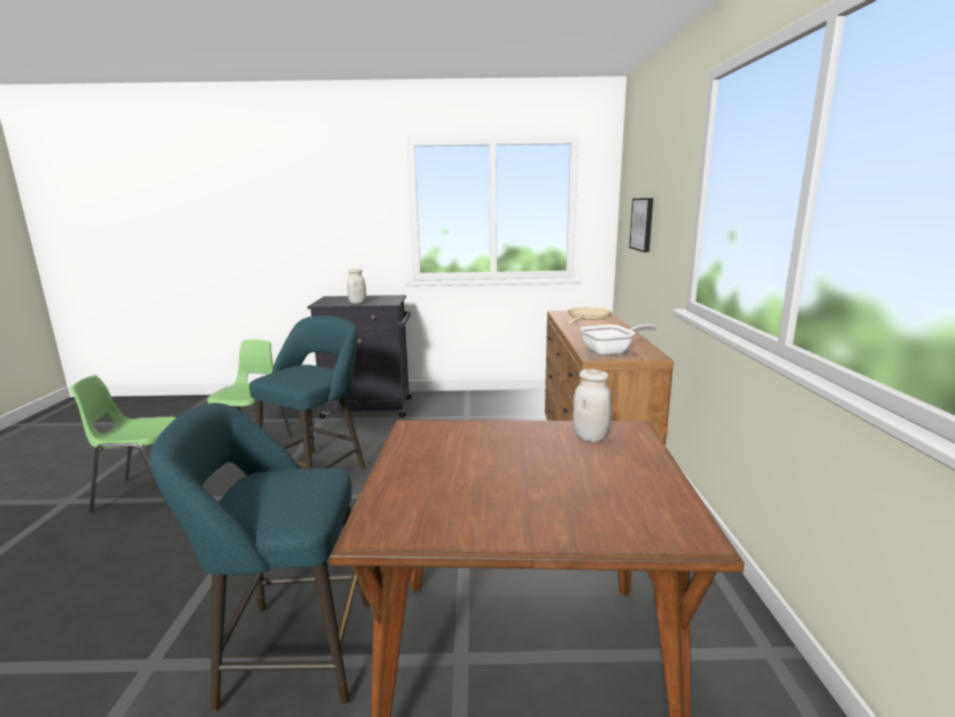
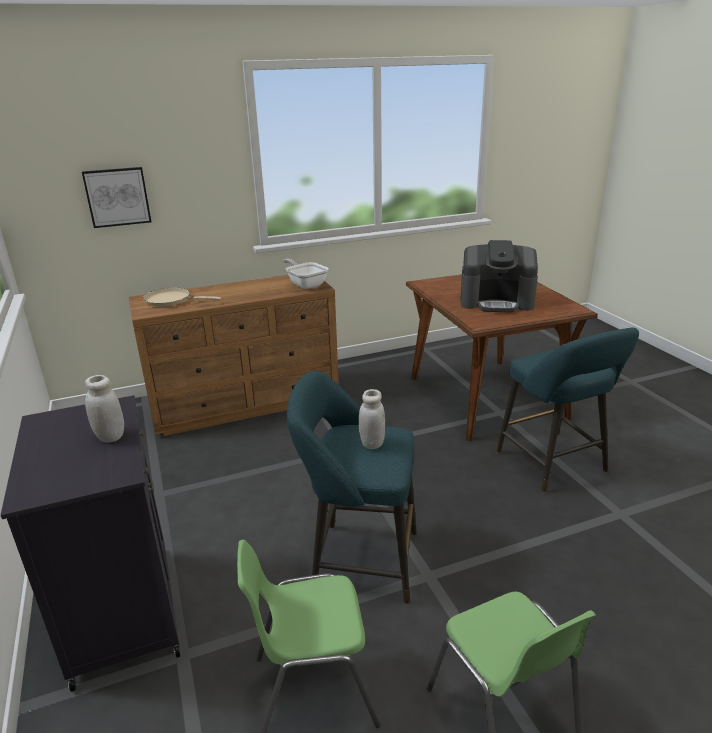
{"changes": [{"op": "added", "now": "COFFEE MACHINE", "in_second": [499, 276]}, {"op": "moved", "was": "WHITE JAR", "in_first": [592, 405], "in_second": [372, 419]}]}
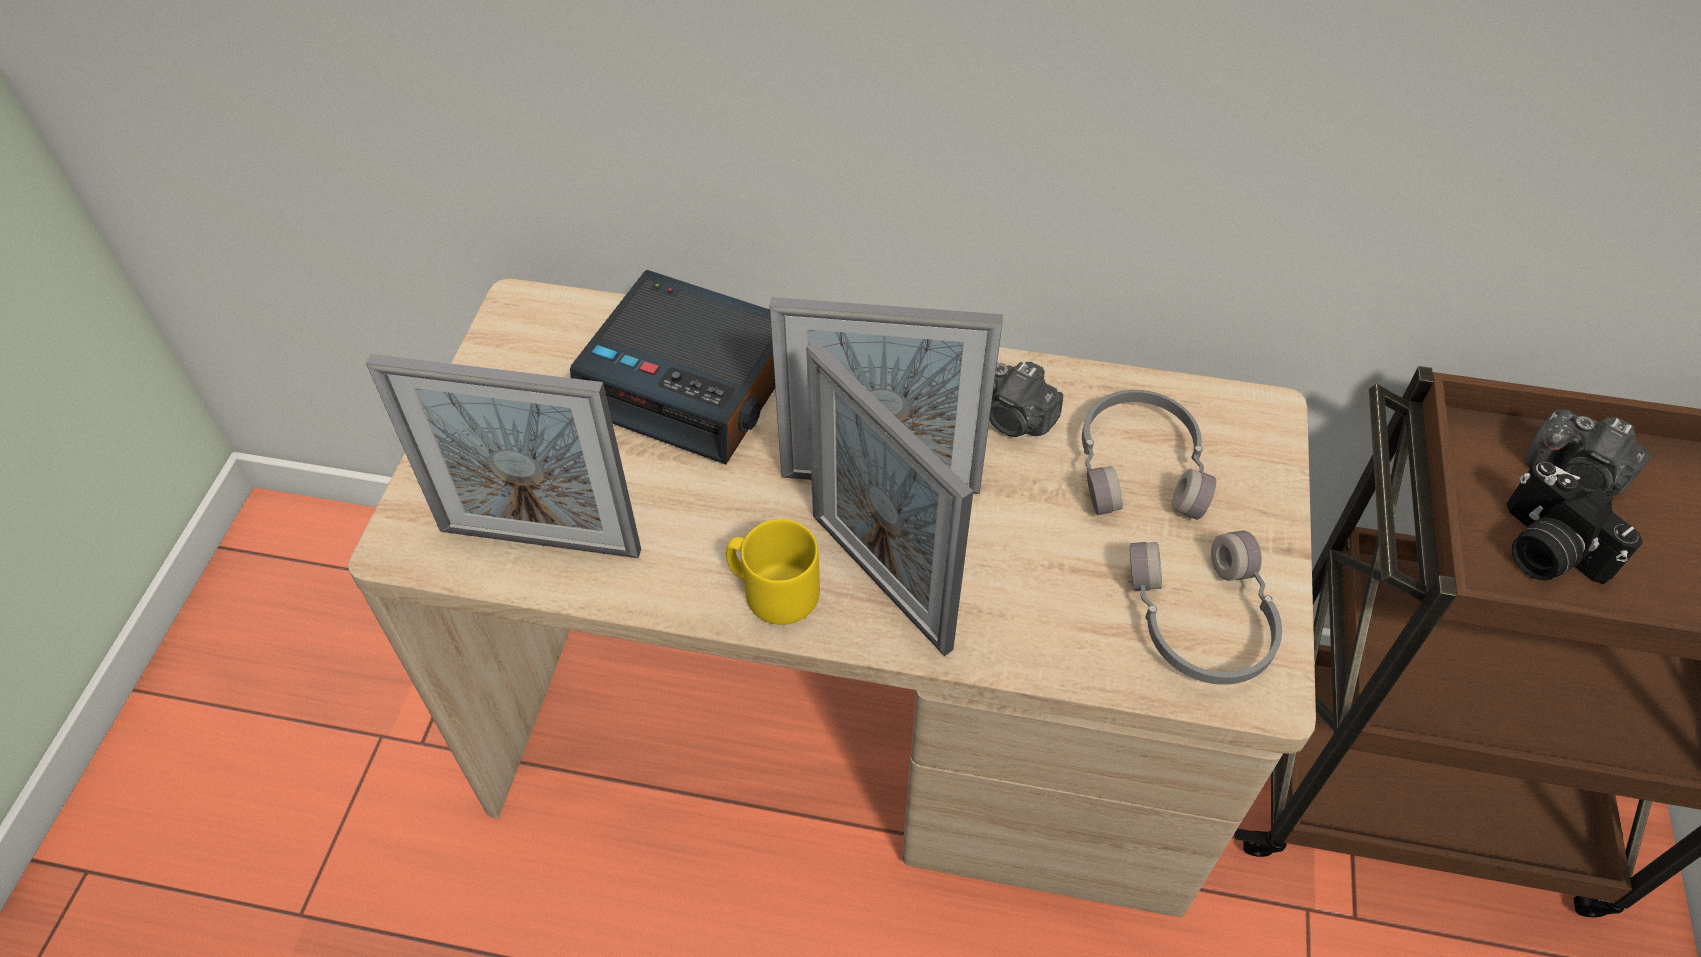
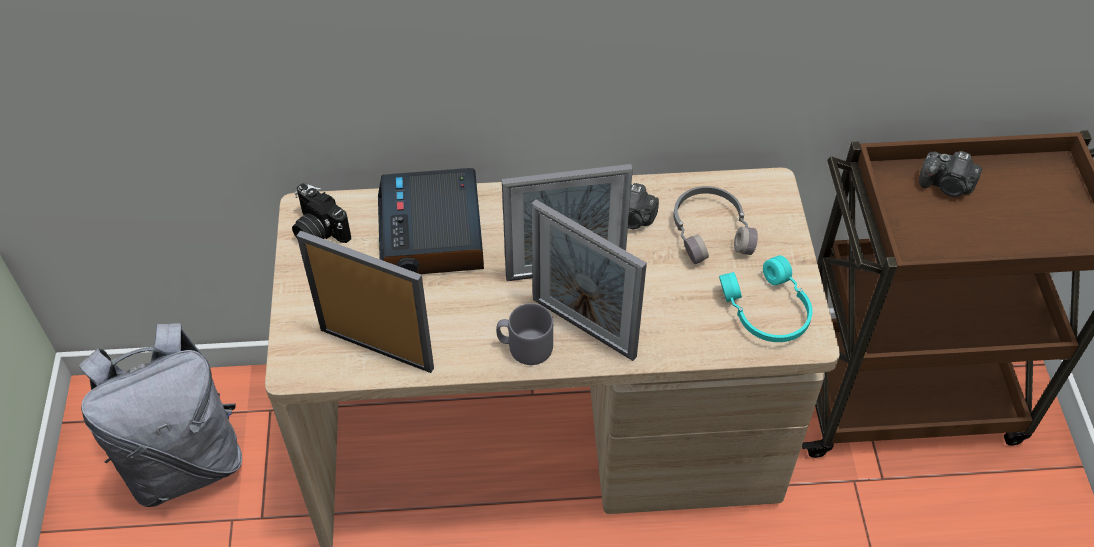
{"changes": [{"op": "added", "now": "GREY KNAPSACK", "in_second": [160, 415]}, {"op": "moved", "was": "STILL CAMERA", "in_first": [1574, 522], "in_second": [321, 213]}, {"op": "recoloured", "was": "YELLOWISH MUG", "now": "GREY MUG", "in_first": [773, 572], "in_second": [524, 334]}, {"op": "recoloured", "was": "GREY PAIR OF HEADPHONES", "now": "BLUE-GREEN PAIR OF HEADPHONES", "in_first": [1206, 608], "in_second": [765, 298]}, {"op": "turned", "was": "STANDING FRAME", "in_first": [503, 456], "in_second": [365, 302], "clockwise": -150}, {"op": "turned", "was": "TABLE CLOCK", "in_first": [672, 367], "in_second": [431, 221], "clockwise": 75}]}
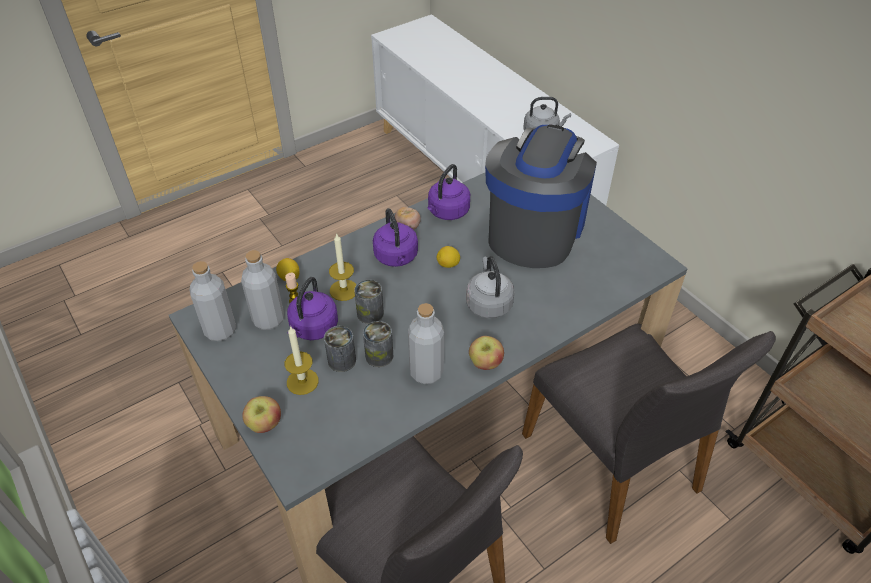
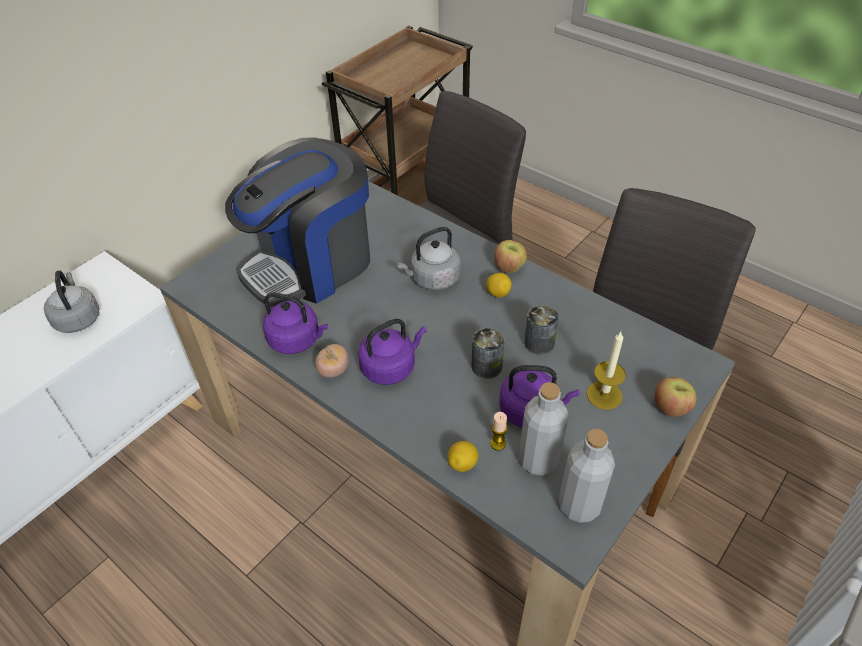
{"changes": [{"op": "removed", "was": "CAN", "in_first": [340, 349]}, {"op": "removed", "was": "CANDLE", "in_first": [342, 267]}, {"op": "removed", "was": "GREY DRINK BOTTLE", "in_first": [426, 343]}, {"op": "moved", "was": "LEMON", "in_first": [448, 257], "in_second": [499, 285]}, {"op": "turned", "was": "COFFEE MACHINE", "in_first": [541, 196], "in_second": [297, 221], "clockwise": -45}]}
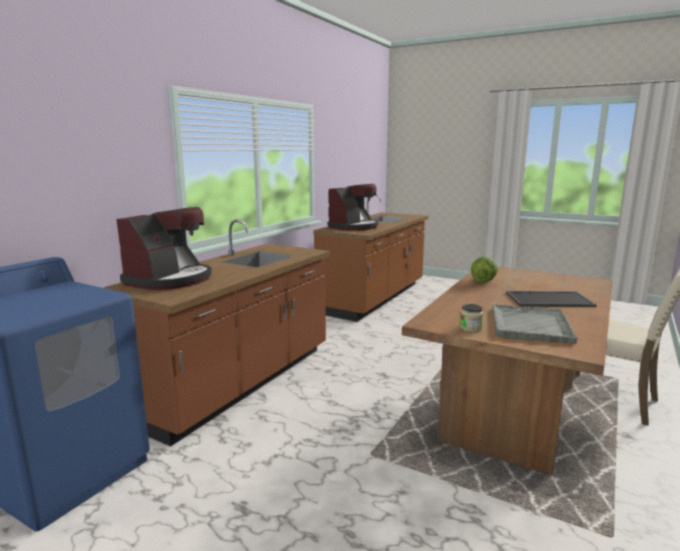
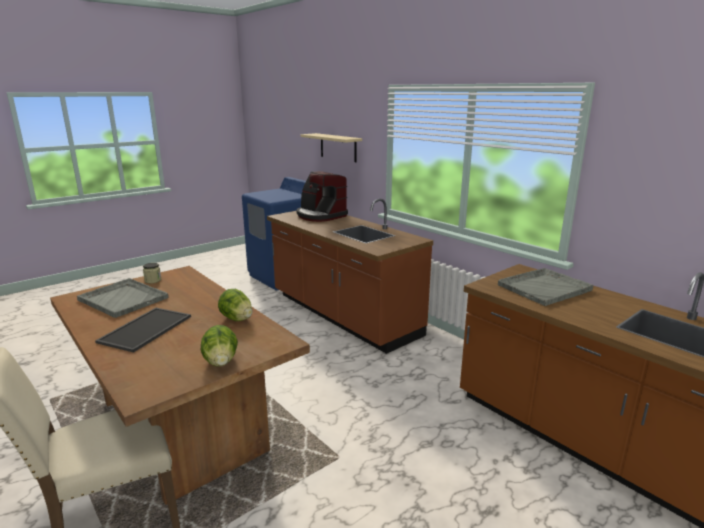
{"changes": [{"op": "added", "now": "LETTUCE", "in_second": [219, 345]}, {"op": "added", "now": "SAND-COLOURED WALL SHELF", "in_second": [331, 147]}, {"op": "replaced", "was": "COFFEE MACHINE", "now": "GREY CARRYING TRAY", "in_first": [352, 207], "in_second": [545, 287]}]}
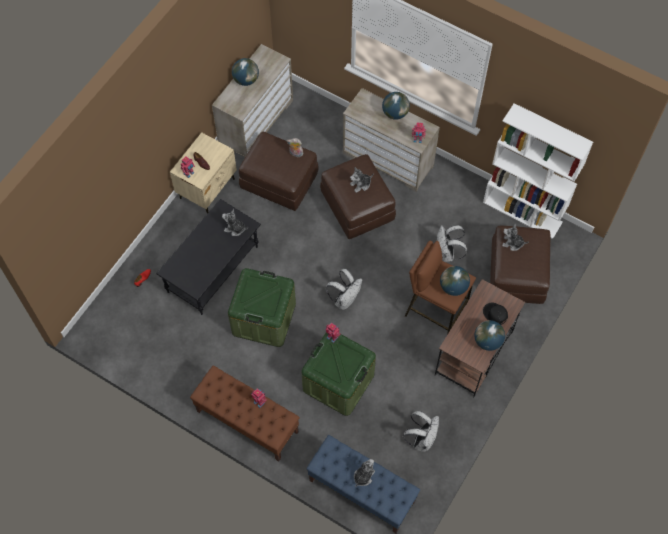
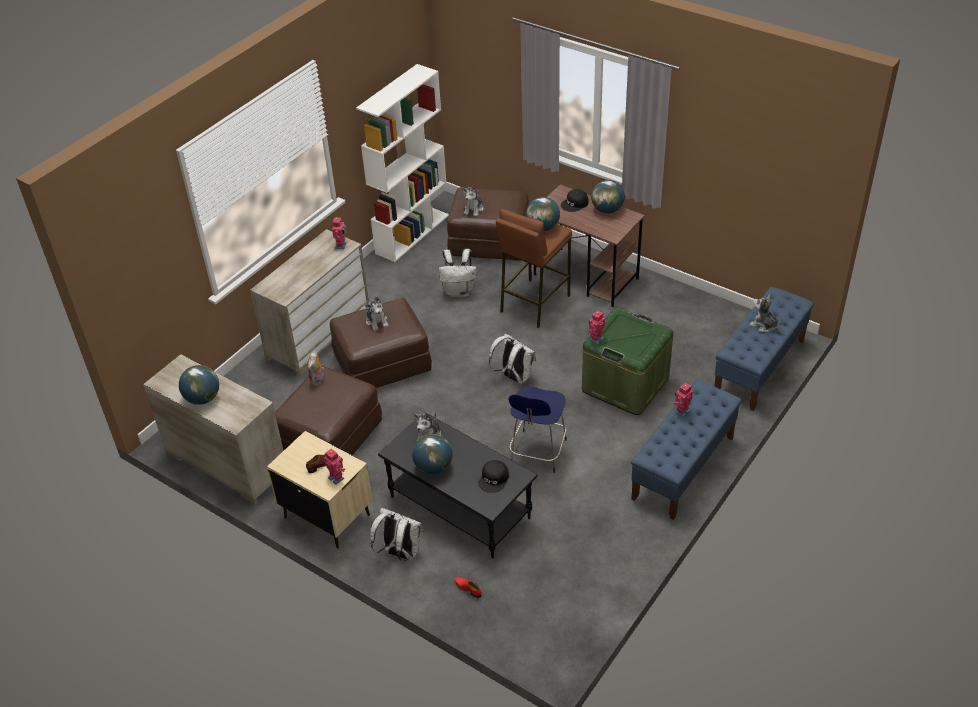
{"changes": [{"op": "added", "now": "BLACK CAP", "in_second": [494, 476]}, {"op": "moved", "was": "DESK GLOBE", "in_first": [396, 106], "in_second": [432, 454]}, {"op": "moved", "was": "WHITE KNAPSACK", "in_first": [421, 431], "in_second": [397, 535]}, {"op": "replaced", "was": "GREEN STORAGE CONTAINER", "now": "BLUE-COLOURED STOOL", "in_first": [262, 307], "in_second": [538, 429]}, {"op": "recoloured", "was": "BROWN-COLOURED INDOOR BENCH", "now": "BLUE-COLOURED INDOOR BENCH", "in_first": [245, 414], "in_second": [686, 450]}]}
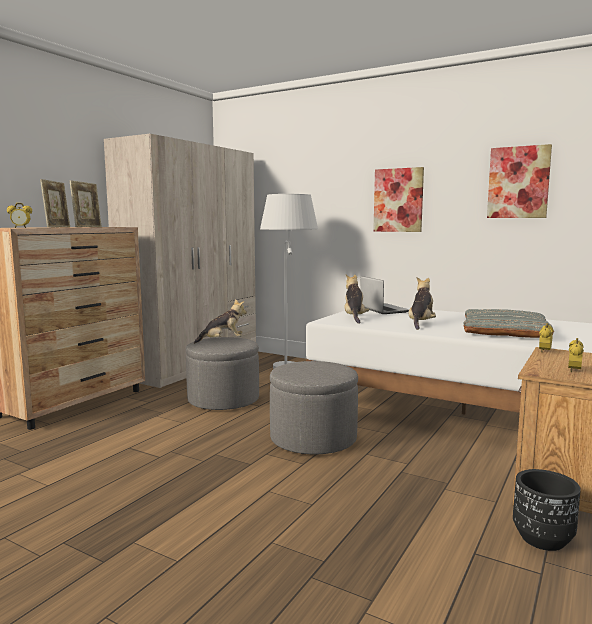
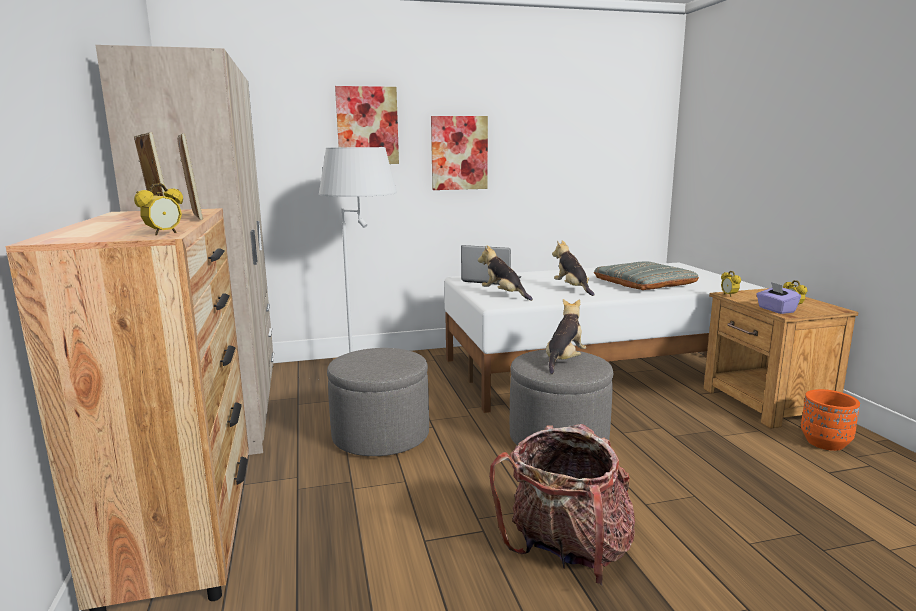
{"changes": [{"op": "added", "now": "KNAPSACK", "in_second": [562, 504]}, {"op": "added", "now": "PURPLE-COLOURED BOX OF TISSUES", "in_second": [778, 298]}, {"op": "moved", "was": "SOFT TOY", "in_first": [220, 321], "in_second": [566, 336]}, {"op": "moved", "was": "WALL ART", "in_first": [519, 181], "in_second": [367, 125]}, {"op": "recoloured", "was": "BLACK FLOWER POT", "now": "ORANGE-COLOURED FLOWER POT", "in_first": [547, 510], "in_second": [830, 420]}]}
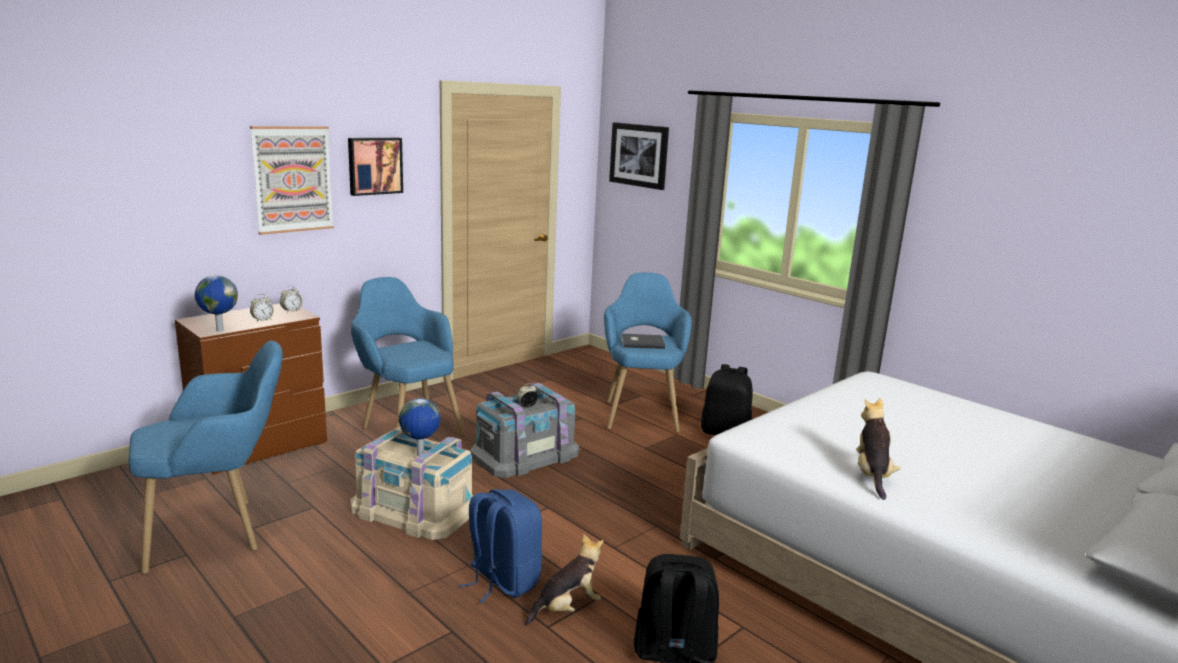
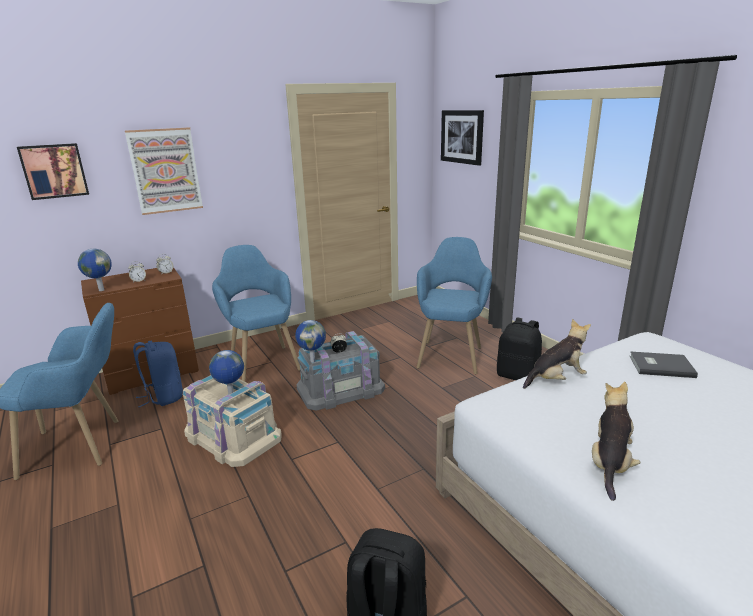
{"changes": [{"op": "added", "now": "DESK GLOBE", "in_second": [310, 341]}, {"op": "moved", "was": "WALL ART", "in_first": [375, 167], "in_second": [53, 171]}, {"op": "moved", "was": "BLUE-COLOURED KNAPSACK", "in_first": [500, 546], "in_second": [158, 374]}, {"op": "moved", "was": "SOFT TOY", "in_first": [564, 580], "in_second": [557, 354]}, {"op": "moved", "was": "GREY BOOK", "in_first": [643, 341], "in_second": [664, 364]}]}
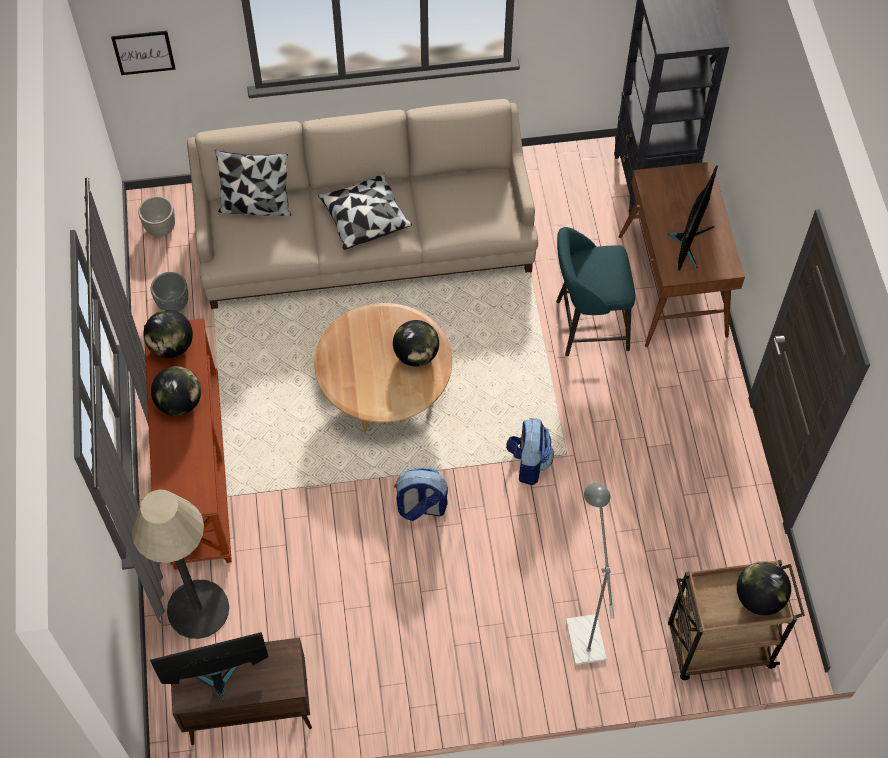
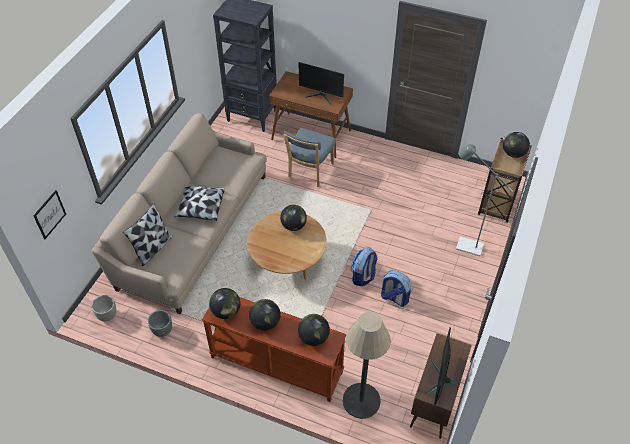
{"changes": [{"op": "added", "now": "DESK GLOBE", "in_second": [314, 330]}, {"op": "moved", "was": "KNAPSACK", "in_first": [530, 451], "in_second": [396, 288]}, {"op": "replaced", "was": "BLUE-GREEN STOOL", "now": "BLUE-COLOURED UPRIGHT CHAIR", "in_first": [595, 291], "in_second": [310, 157]}, {"op": "turned", "was": "COMPUTER SCREEN", "in_first": [693, 218], "in_second": [321, 83], "clockwise": 150}]}
